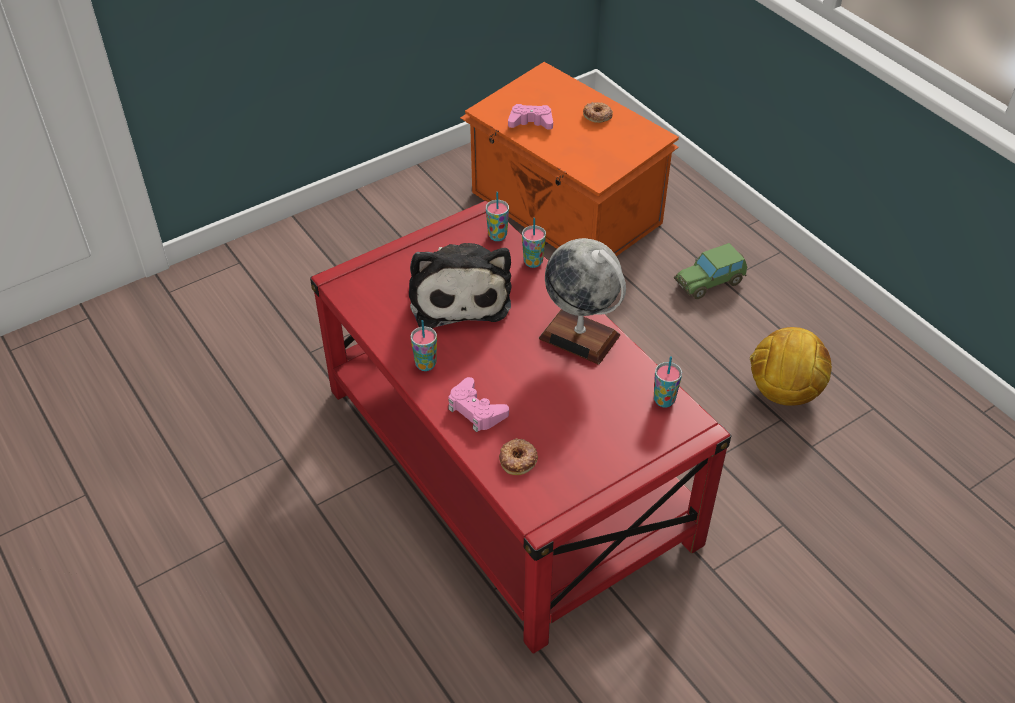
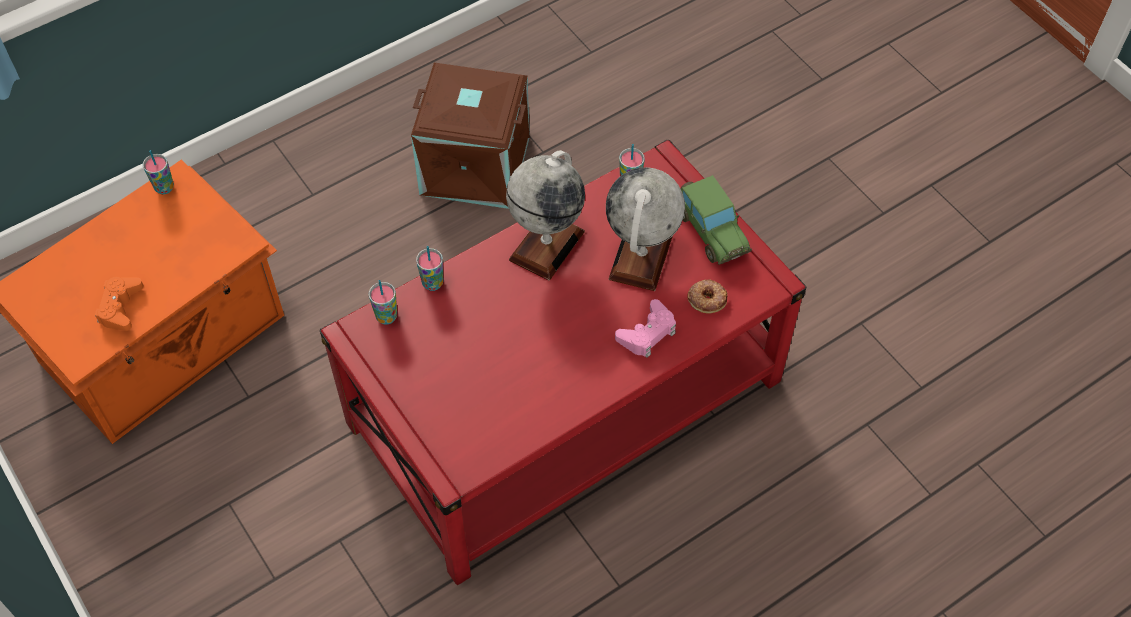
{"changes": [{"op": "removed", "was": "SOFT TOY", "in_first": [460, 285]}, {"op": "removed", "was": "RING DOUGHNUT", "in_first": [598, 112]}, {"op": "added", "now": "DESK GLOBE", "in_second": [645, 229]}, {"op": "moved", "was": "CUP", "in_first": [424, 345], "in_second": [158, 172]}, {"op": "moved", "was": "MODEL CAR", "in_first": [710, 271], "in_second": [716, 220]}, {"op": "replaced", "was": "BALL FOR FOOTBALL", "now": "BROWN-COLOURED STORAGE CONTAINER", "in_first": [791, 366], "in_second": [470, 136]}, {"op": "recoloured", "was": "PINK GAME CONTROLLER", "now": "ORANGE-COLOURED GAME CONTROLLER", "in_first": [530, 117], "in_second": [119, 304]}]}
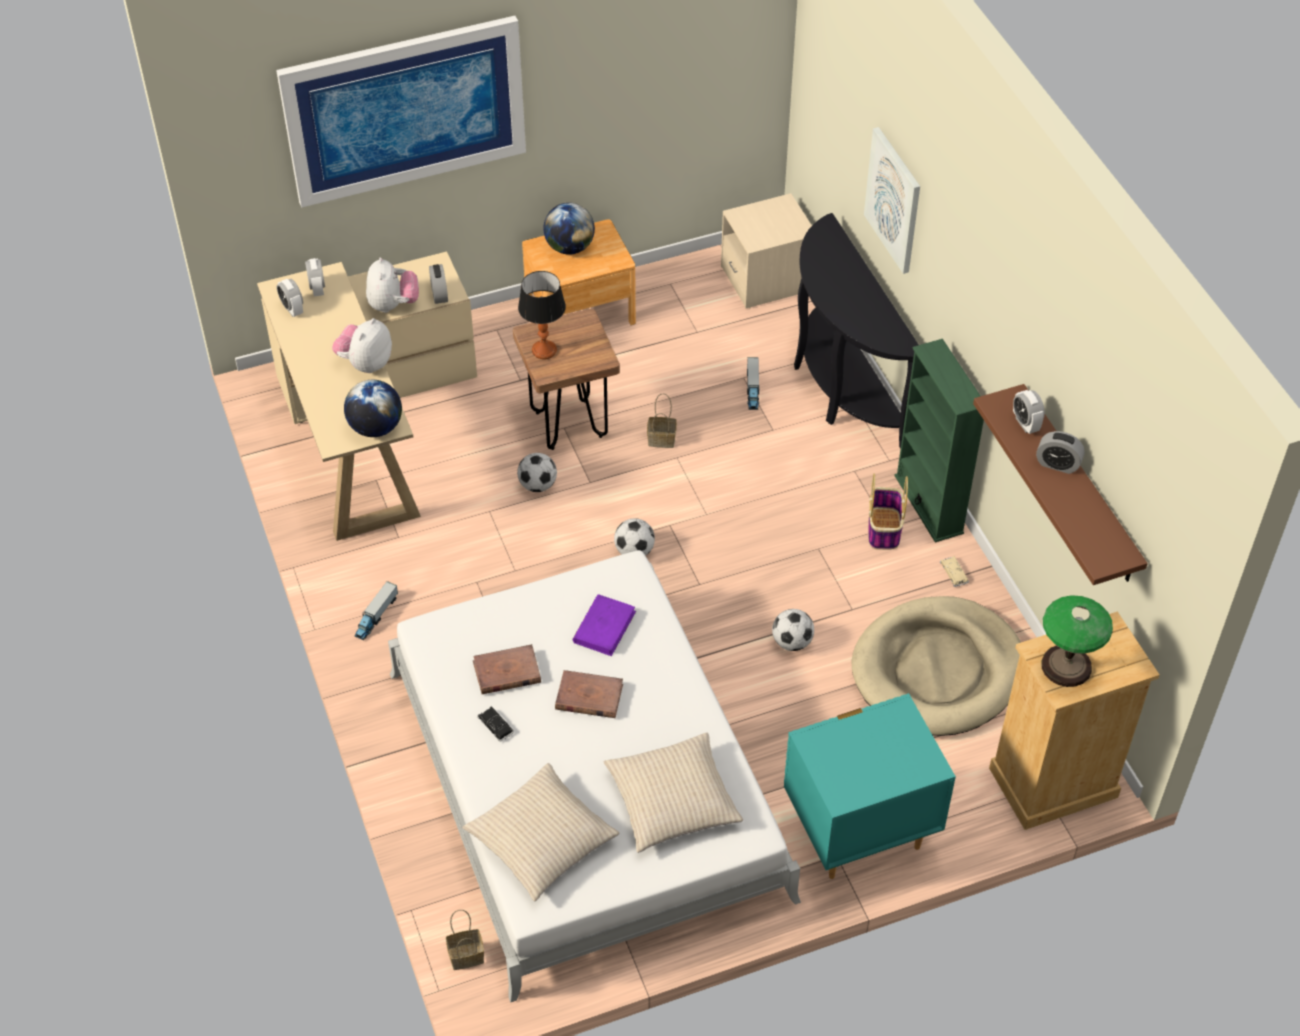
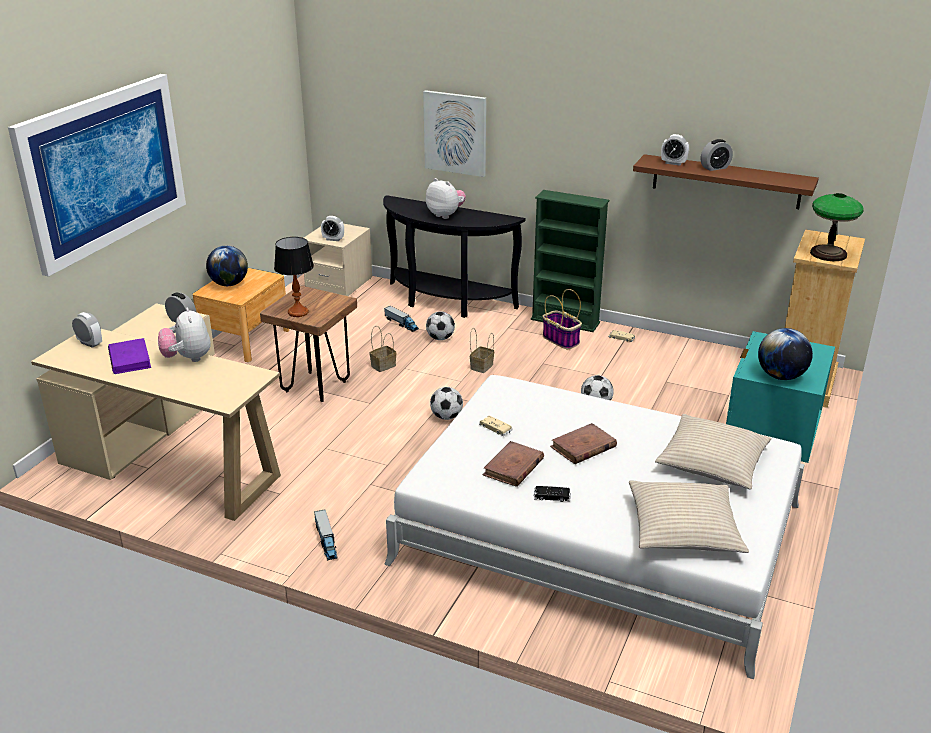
{"changes": [{"op": "removed", "was": "SAND-COLOURED PET BED", "in_first": [936, 666]}, {"op": "added", "now": "SAND-COLOURED MODEL CAR", "in_second": [496, 425]}, {"op": "moved", "was": "TABLE CLOCK", "in_first": [290, 298], "in_second": [332, 228]}, {"op": "moved", "was": "DESK GLOBE", "in_first": [373, 408], "in_second": [785, 354]}, {"op": "moved", "was": "SOFT TOY", "in_first": [392, 285], "in_second": [446, 198]}, {"op": "moved", "was": "BASKET", "in_first": [465, 940], "in_second": [482, 350]}, {"op": "moved", "was": "BALL FOR FOOTBALL", "in_first": [537, 472], "in_second": [440, 325]}, {"op": "moved", "was": "PURPLE-COLOURED BOOK", "in_first": [604, 625], "in_second": [129, 356]}]}
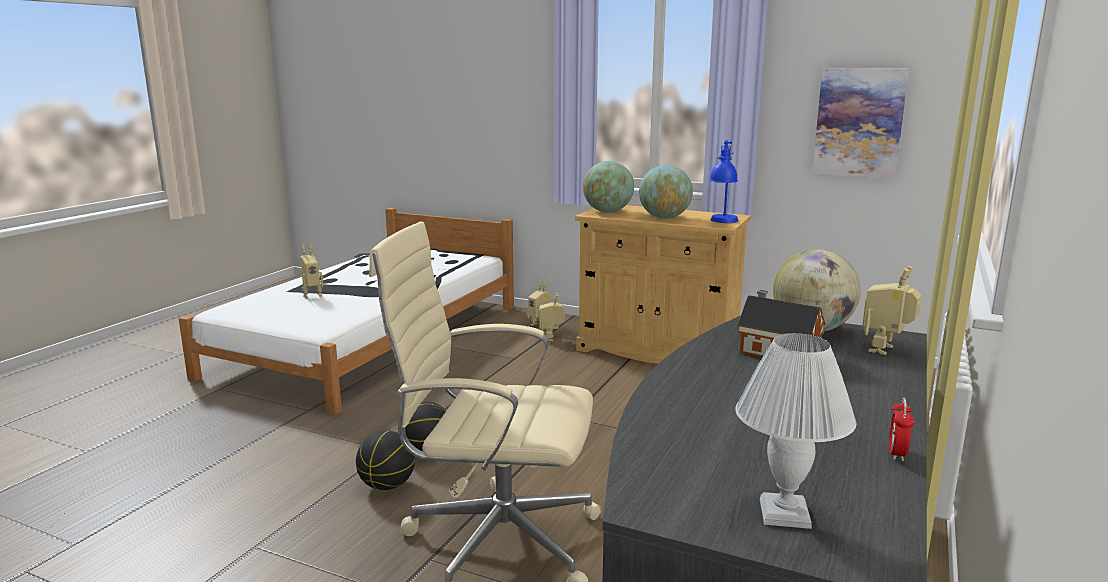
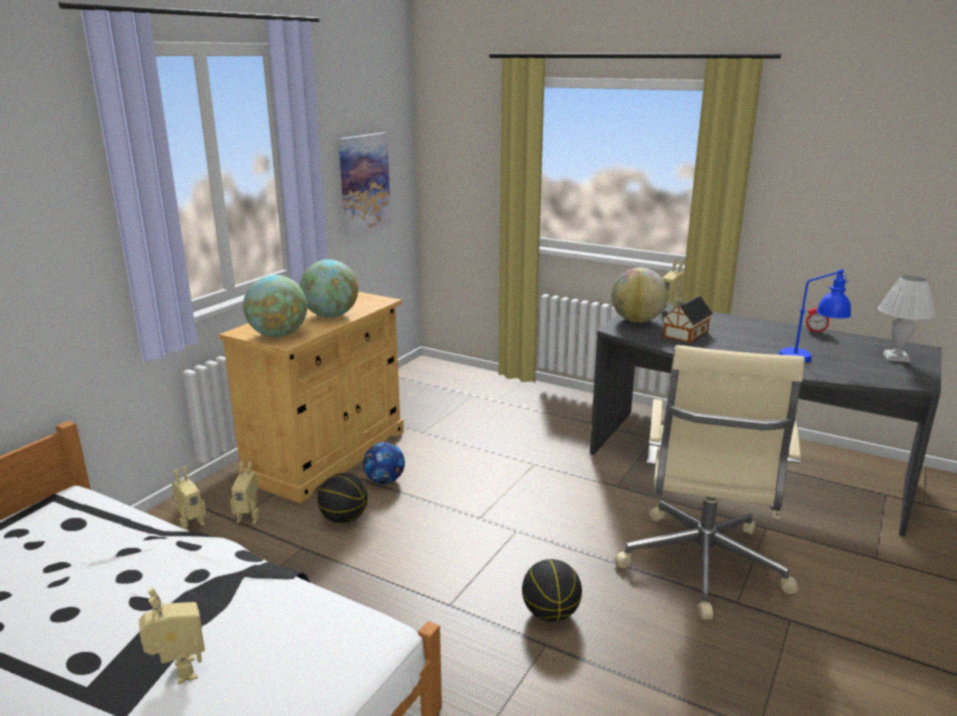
{"changes": [{"op": "added", "now": "BALL FOR FOOTBALL", "in_second": [384, 463]}, {"op": "moved", "was": "BALL FOR BASKETBALL", "in_first": [385, 460], "in_second": [342, 498]}, {"op": "moved", "was": "BLUE-COLOURED LAMP FOR A TABLE", "in_first": [724, 181], "in_second": [814, 316]}]}
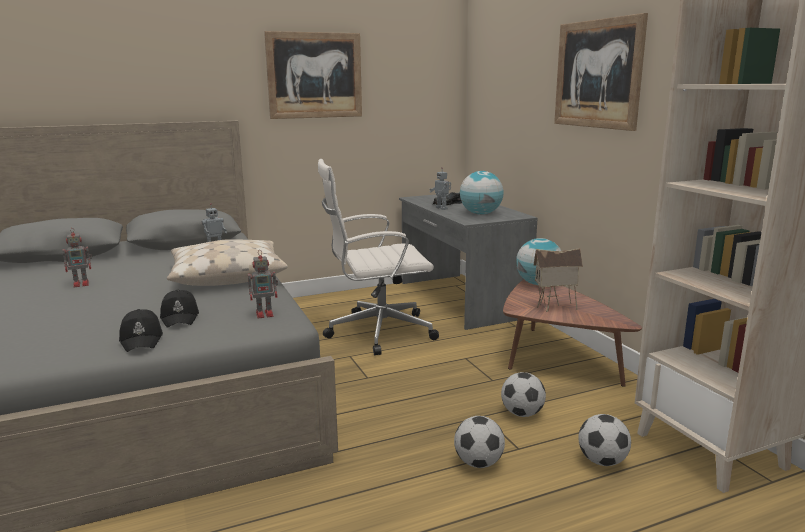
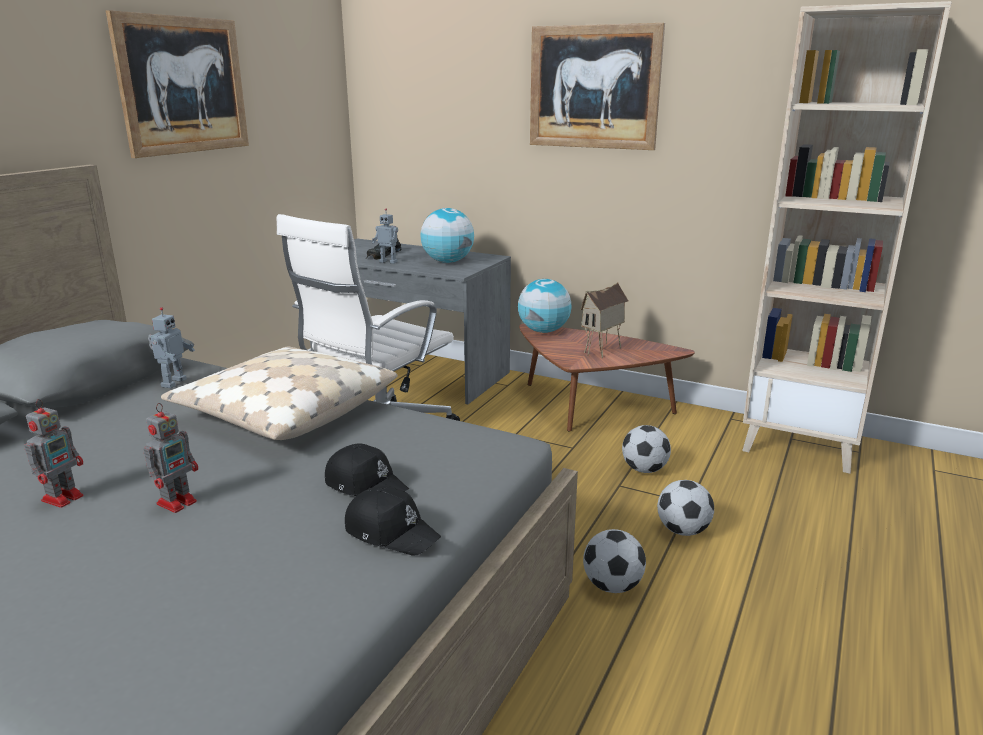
{"changes": [{"op": "moved", "was": "TOY ROBOT", "in_first": [263, 284], "in_second": [170, 458]}, {"op": "moved", "was": "BALL FOR FOOTBALL", "in_first": [604, 440], "in_second": [614, 561]}]}
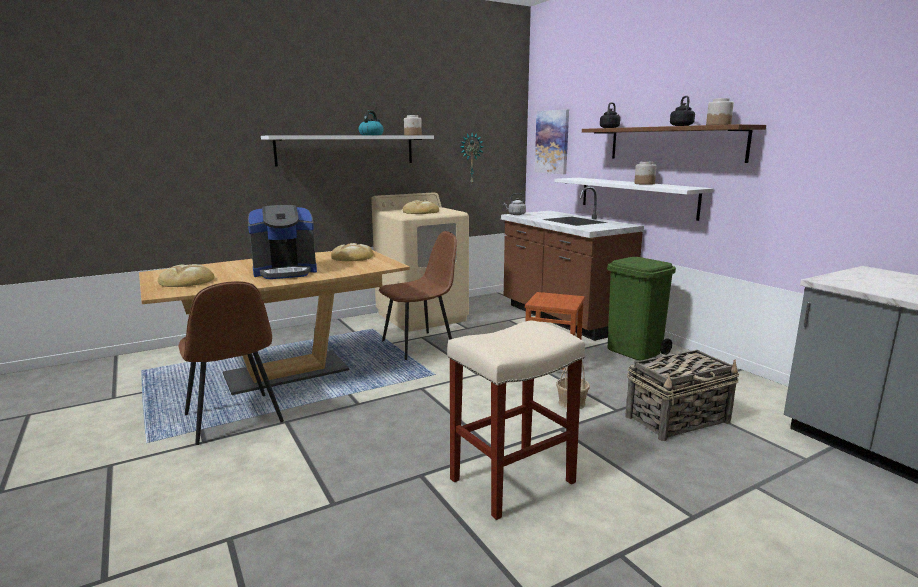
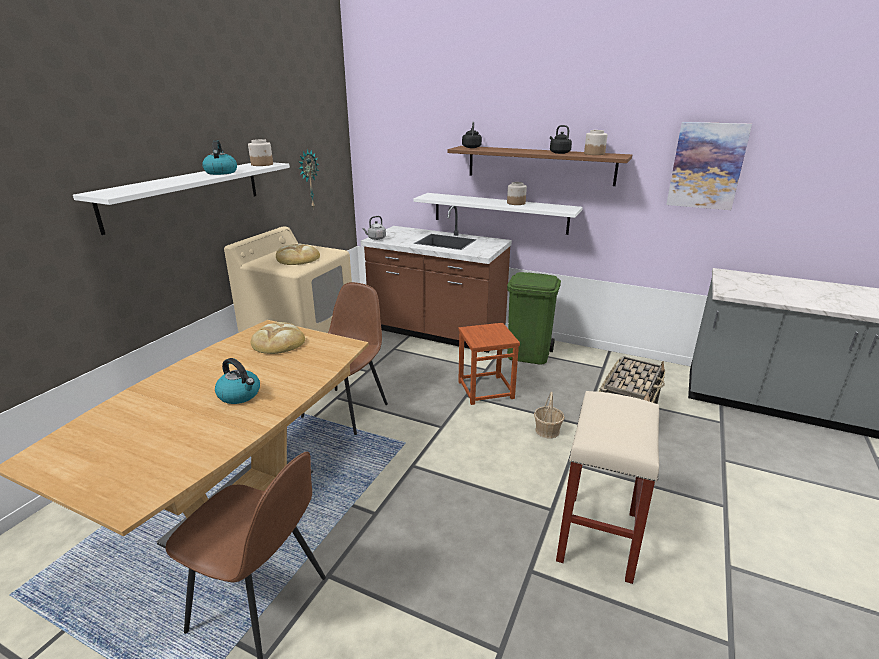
{"changes": [{"op": "removed", "was": "BREAD", "in_first": [186, 275]}, {"op": "moved", "was": "WALL ART", "in_first": [552, 141], "in_second": [709, 166]}, {"op": "replaced", "was": "COFFEE MACHINE", "now": "KETTLE", "in_first": [282, 242], "in_second": [237, 381]}]}
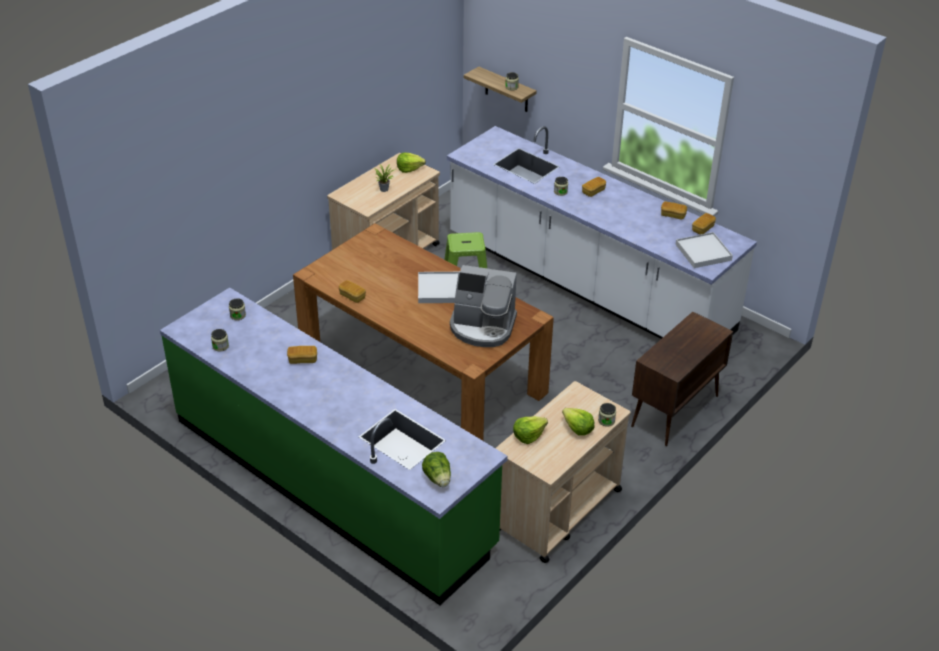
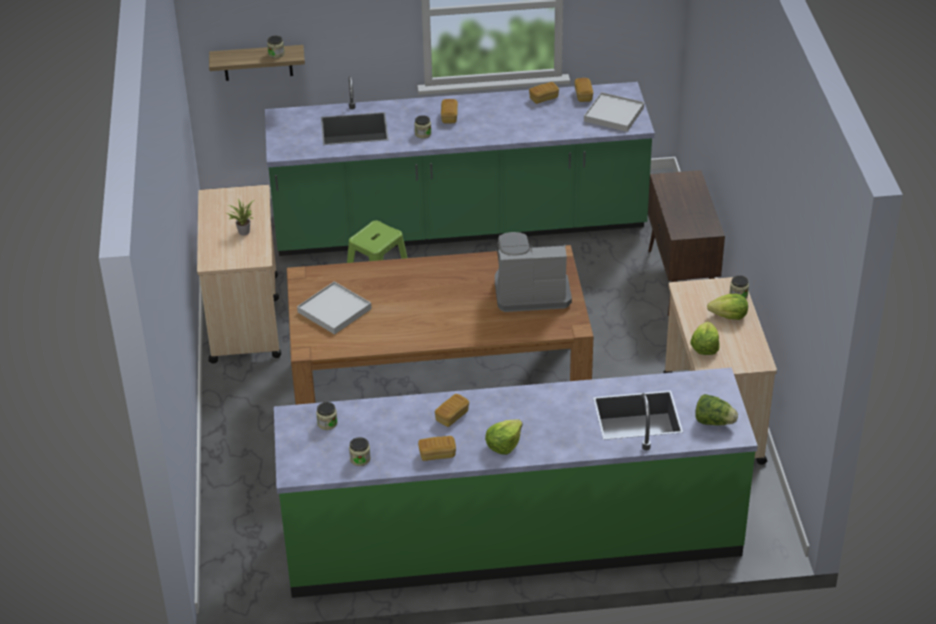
{"changes": [{"op": "moved", "was": "BREAD", "in_first": [352, 291], "in_second": [437, 448]}, {"op": "moved", "was": "LETTUCE", "in_first": [411, 163], "in_second": [503, 437]}, {"op": "moved", "was": "WHITE CARRYING TRAY", "in_first": [438, 287], "in_second": [334, 308]}, {"op": "recoloured", "was": "WHITE KITCHEN COUNTER", "now": "GREEN KITCHEN COUNTER", "in_first": [602, 232], "in_second": [460, 166]}, {"op": "turned", "was": "COFFEE MACHINE", "in_first": [483, 306], "in_second": [533, 272], "clockwise": -150}]}
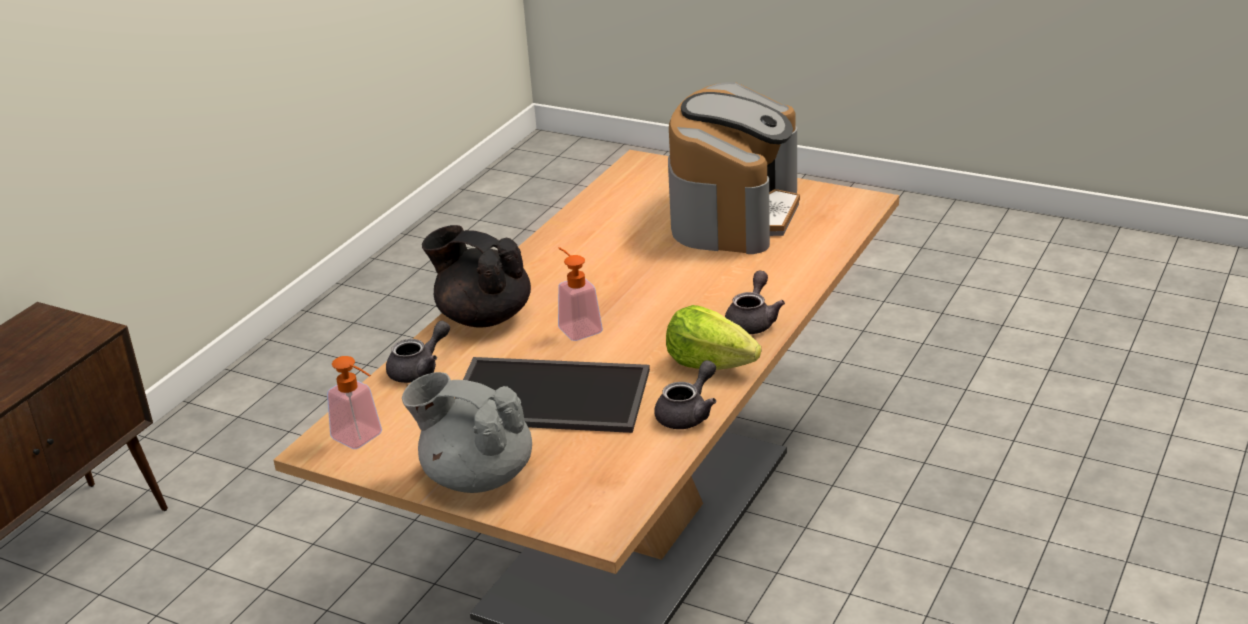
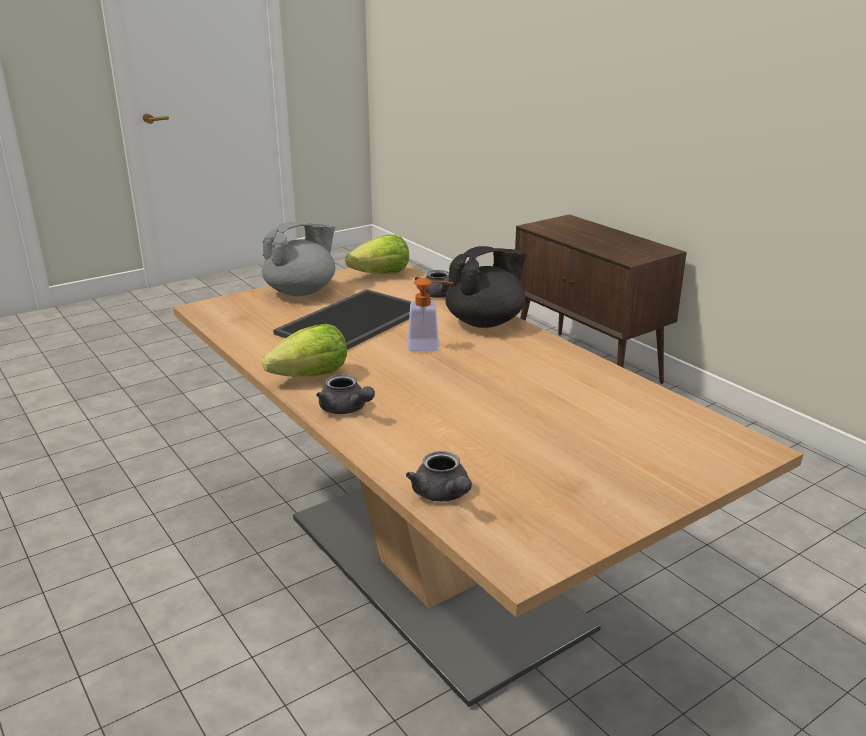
{"changes": [{"op": "removed", "was": "COFFEE MACHINE", "in_first": [734, 168]}, {"op": "moved", "was": "GREY POT FOR TEA", "in_first": [685, 394], "in_second": [439, 476]}, {"op": "replaced", "was": "LIQUID SOAP BOTTLE", "now": "LETTUCE", "in_first": [354, 402], "in_second": [377, 254]}]}
